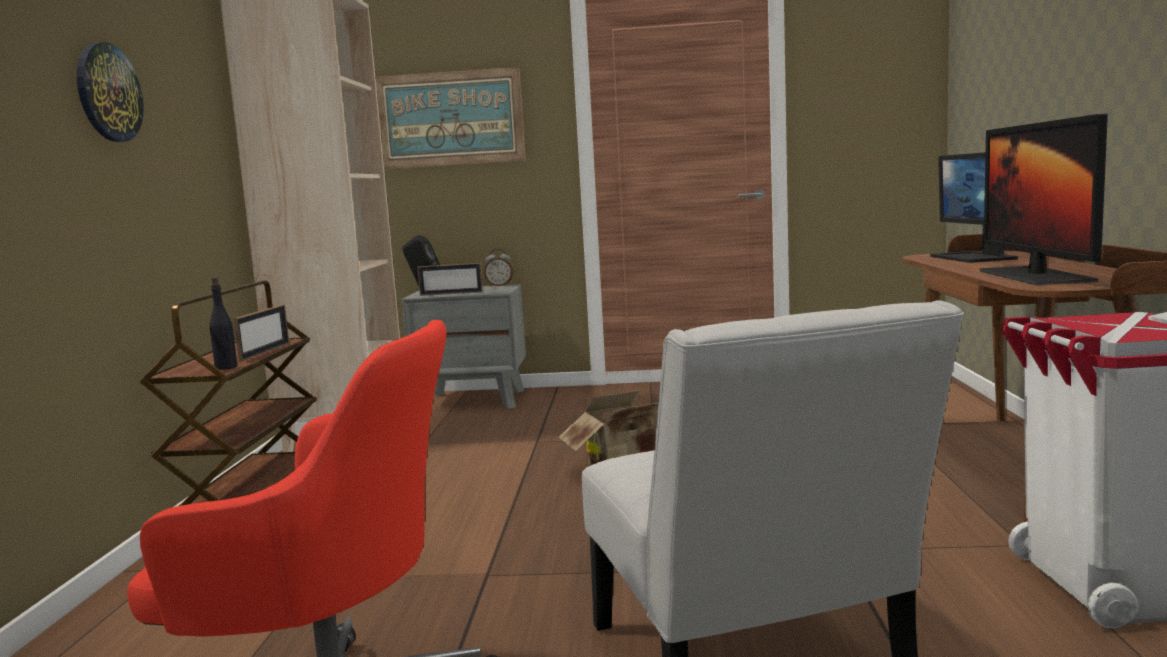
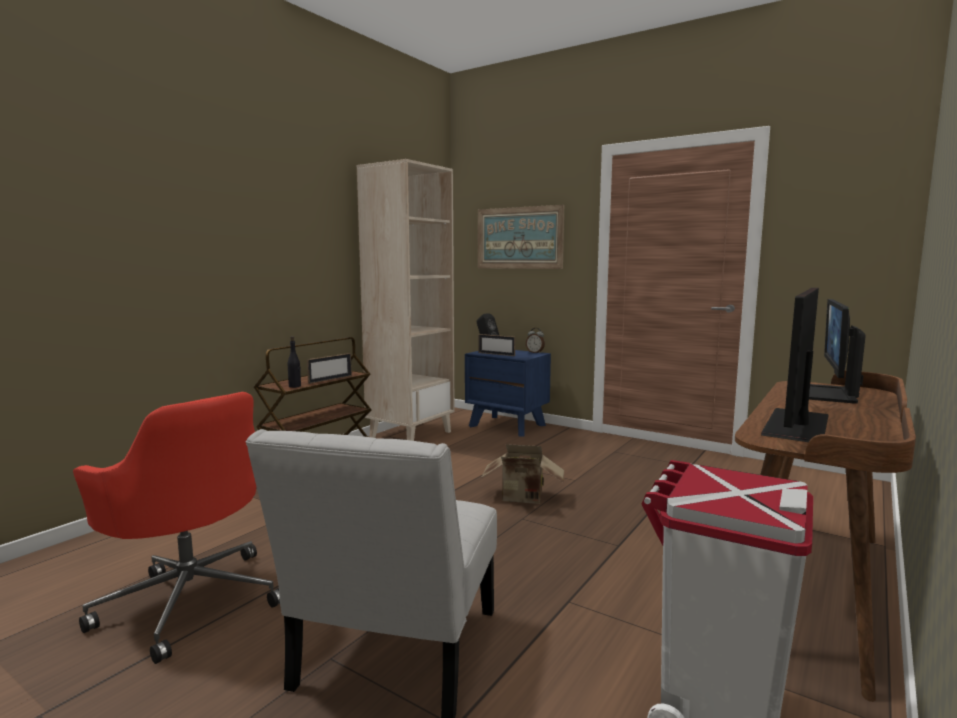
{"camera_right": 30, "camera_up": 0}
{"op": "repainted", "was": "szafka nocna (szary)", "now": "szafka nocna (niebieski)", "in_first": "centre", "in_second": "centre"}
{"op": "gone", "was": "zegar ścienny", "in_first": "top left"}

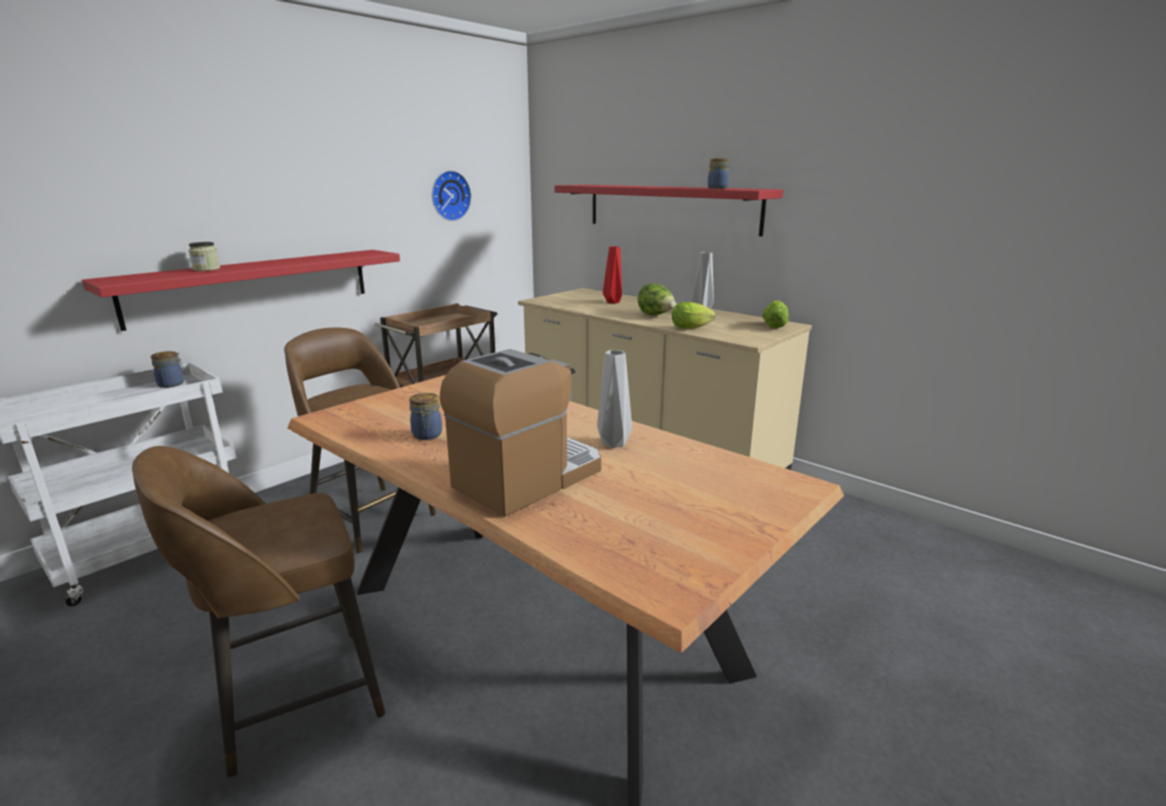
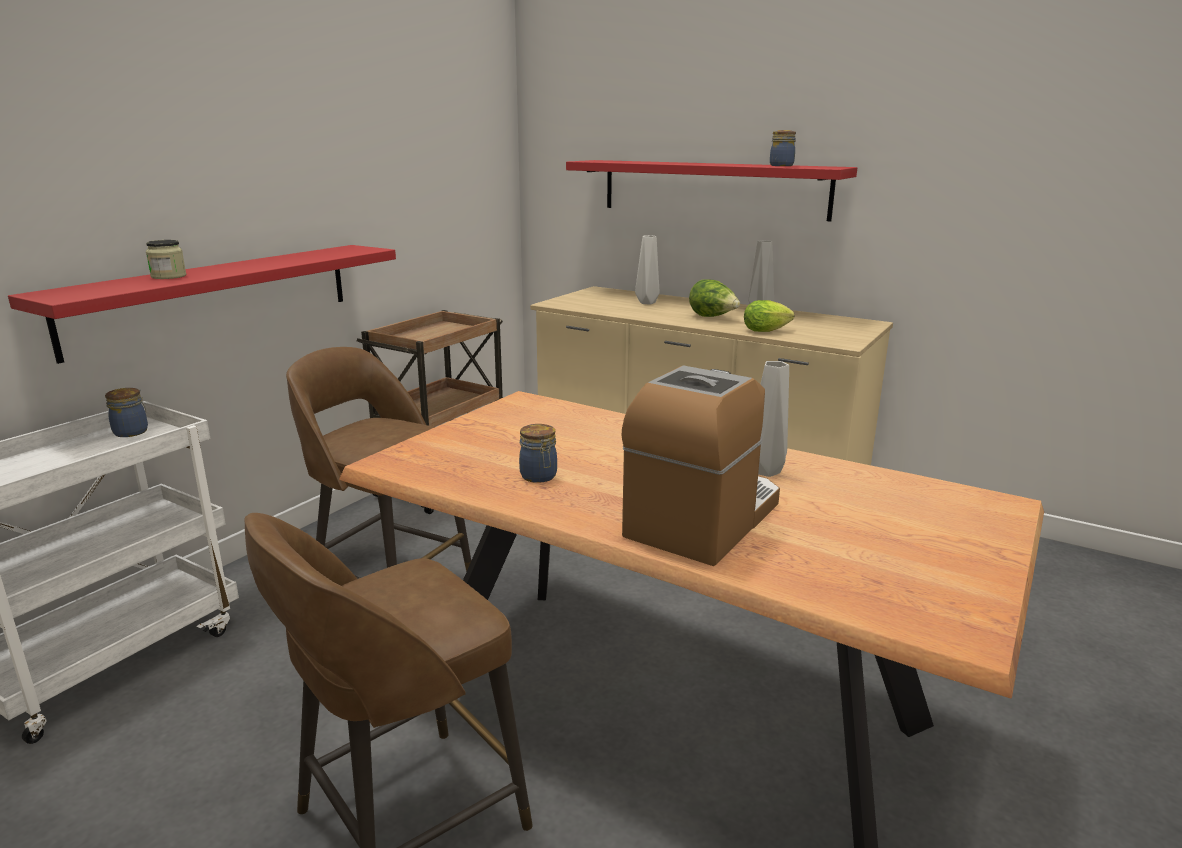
{"camera_right": -10, "camera_up": 0}
{"op": "repainted", "was": "wazon (czerwony)", "now": "wazon (szary) (no. 1 from left)", "in_first": "centre", "in_second": "top centre"}
{"op": "gone", "was": "zegar ścienny", "in_first": "top centre"}
{"op": "gone", "was": "sałata (no. 3 from left)", "in_first": "centre"}

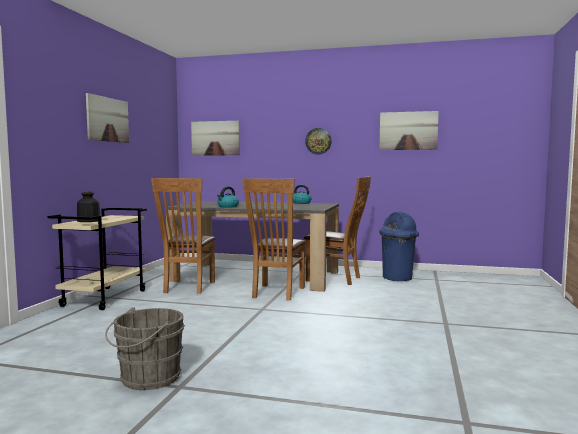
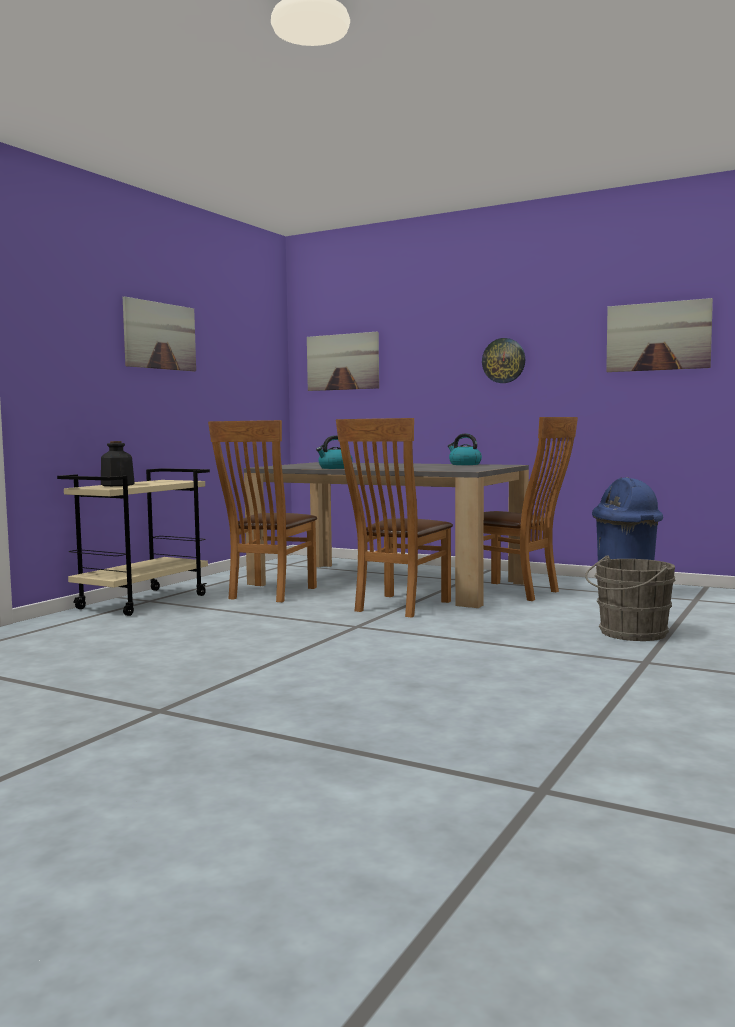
{"camera_right": 15, "camera_up": 0}
{"op": "shifted", "was": "wiadro (szary)", "in_first": "bottom left", "in_second": "middle right"}

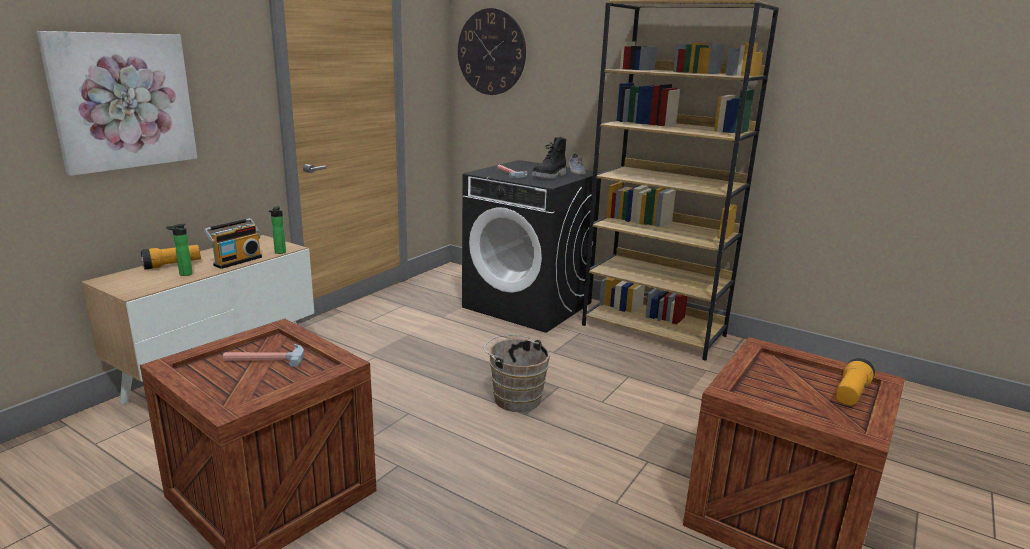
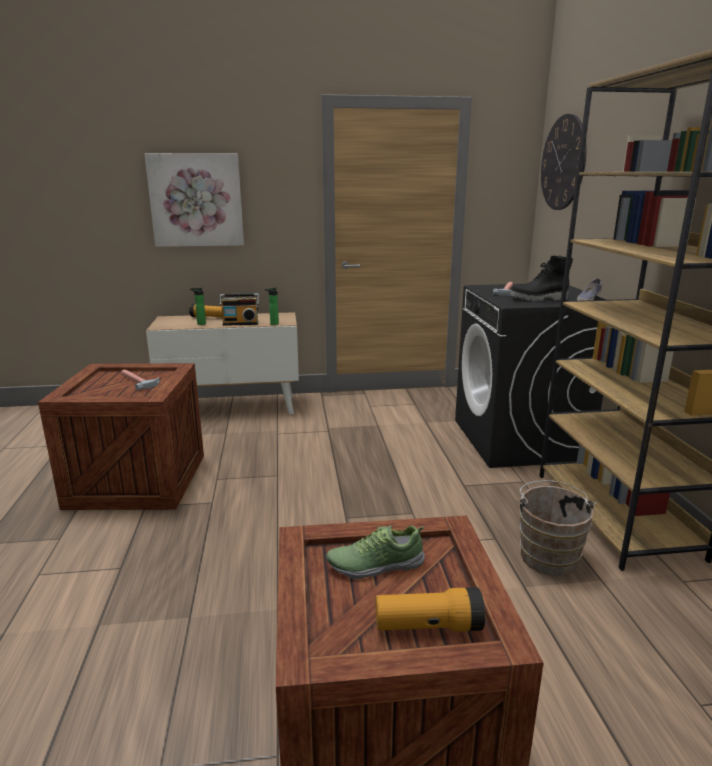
{"camera_right": 50, "camera_up": 0}
{"op": "new", "now": "but (no. 1 from left)", "in_second": "bottom centre"}
{"op": "shifted", "was": "wiadro (brązowy)", "in_first": "bottom centre", "in_second": "bottom right"}

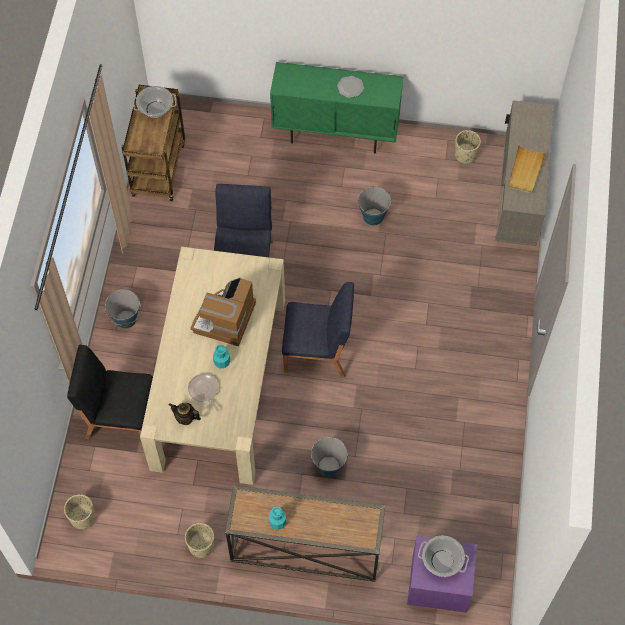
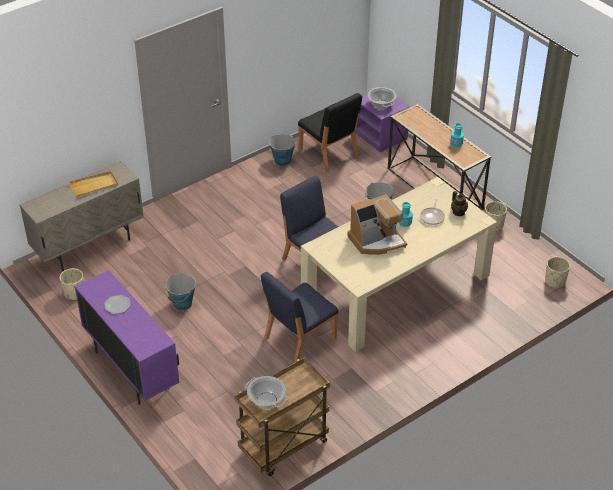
{"camera_right": -135, "camera_up": -20}
{"op": "repainted", "was": "szafka (zielony)", "now": "szafka (fioletowy)", "in_first": "top centre", "in_second": "bottom left"}
{"op": "shifted", "was": "wiadro (no. 1 from left in the first image)", "now": "wiadro (no. 2 from left)", "in_first": "middle left", "in_second": "top centre"}
{"op": "shifted", "was": "krzesło (czarny)", "in_first": "middle left", "in_second": "top centre"}

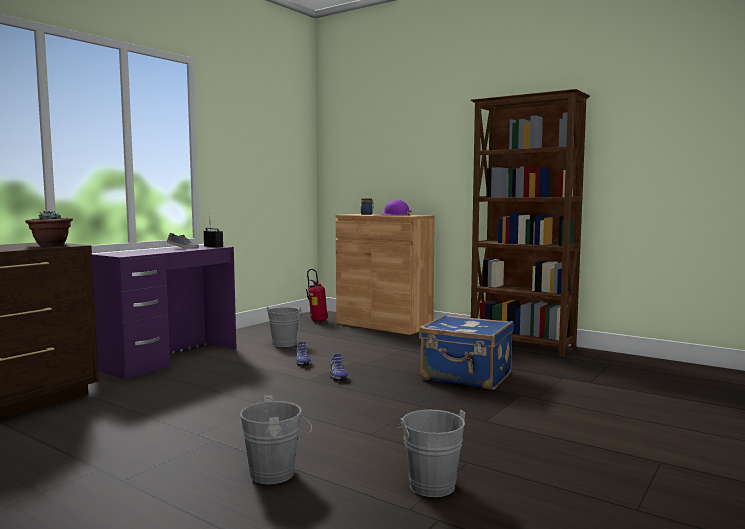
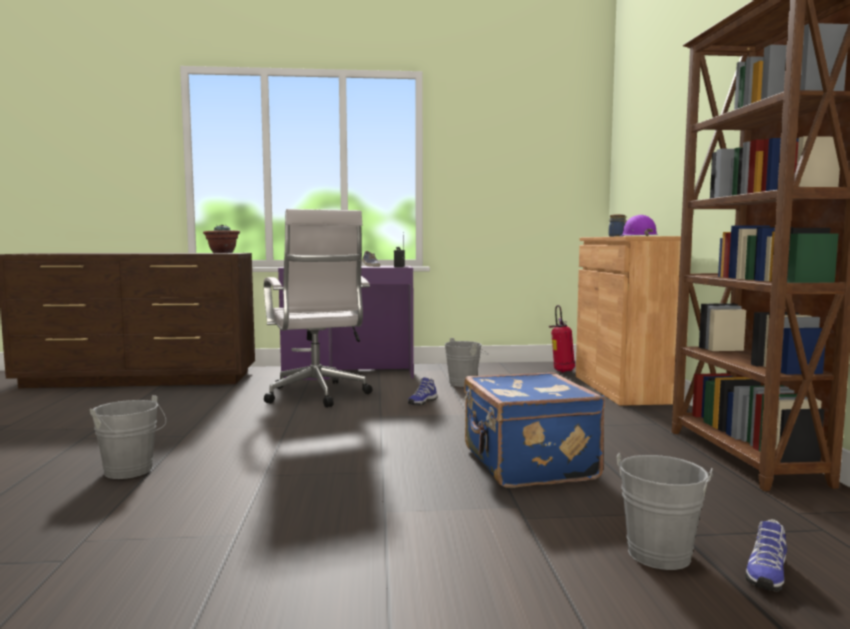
{"camera_right": 50, "camera_up": 0}
{"op": "new", "now": "krzesło biurowe (biały)", "in_second": "centre"}
{"op": "shifted", "was": "wiadro (szary) (no. 3 from left)", "in_first": "bottom centre", "in_second": "bottom right"}
{"op": "shifted", "was": "but (no. 3 from left)", "in_first": "bottom centre", "in_second": "bottom right"}

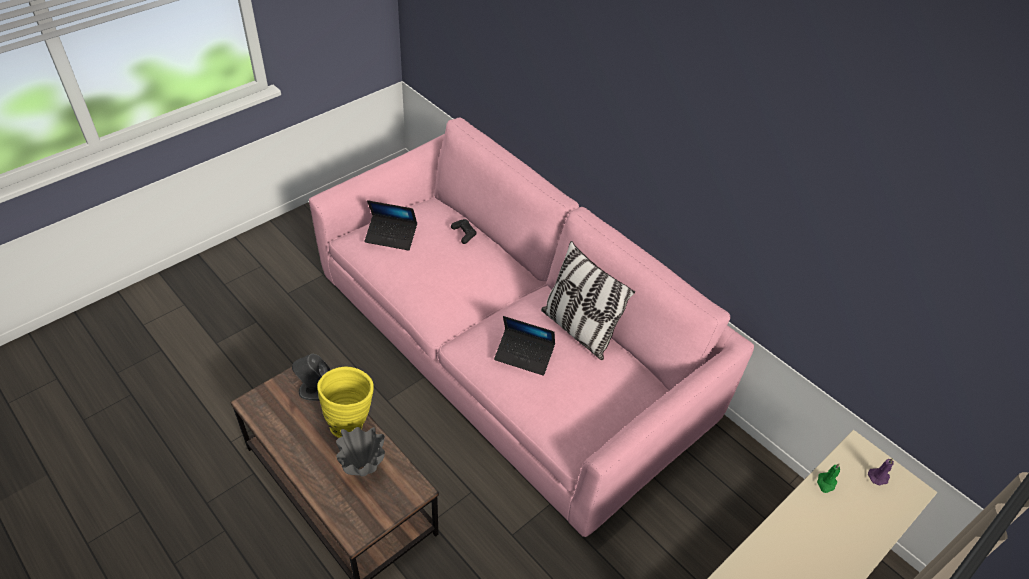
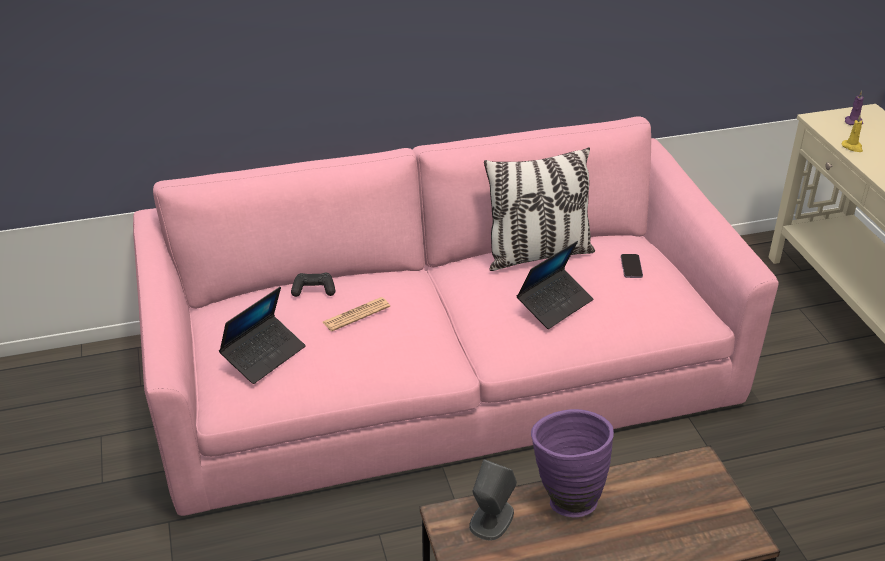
{"camera_right": -60, "camera_up": -10}
{"op": "new", "now": "gazeta", "in_second": "centre"}
{"op": "repainted", "was": "wazon (żółty)", "now": "wazon (fioletowy)", "in_first": "bottom centre", "in_second": "bottom centre"}
{"op": "new", "now": "telefon", "in_second": "middle right"}
{"op": "repainted", "was": "świeca (zielony)", "now": "świeca (żółty)", "in_first": "bottom right", "in_second": "top right"}
{"op": "gone", "was": "wazon (szary)", "in_first": "bottom centre"}

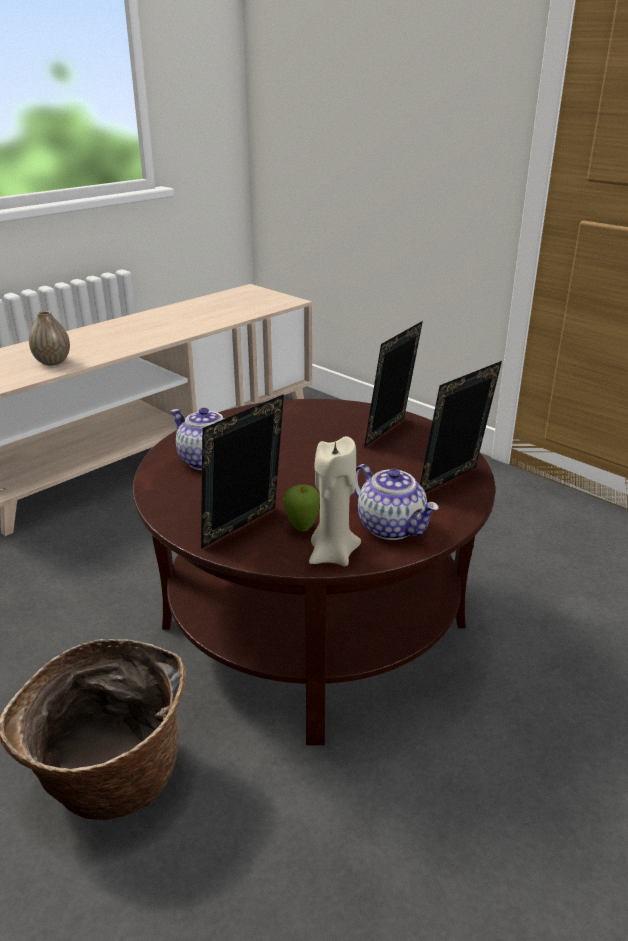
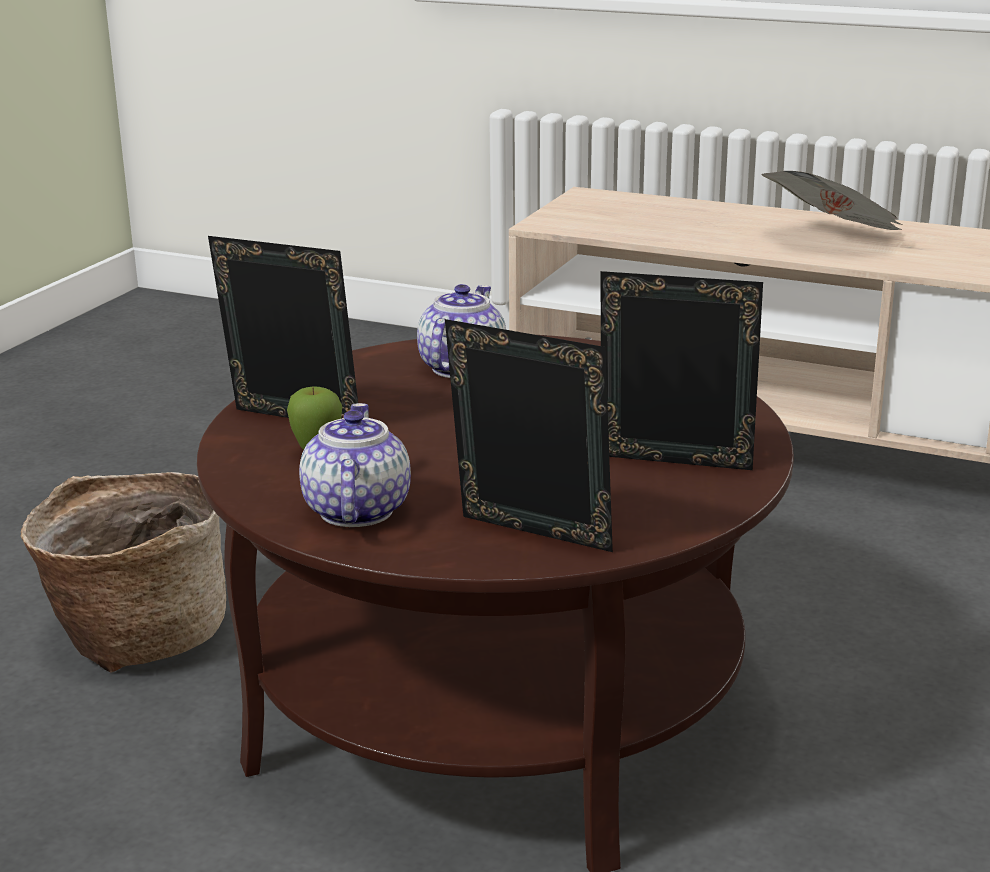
{"camera_right": 70, "camera_up": -5}
{"op": "rotated", "was": "imbryk (no. 2 from left in the first image)", "in_first": "centre", "in_second": "centre", "clockwise": 150}
{"op": "new", "now": "gazeta", "in_second": "top right"}
{"op": "gone", "was": "wazon", "in_first": "middle left"}
{"op": "gone", "was": "świeca (beżowy)", "in_first": "centre"}

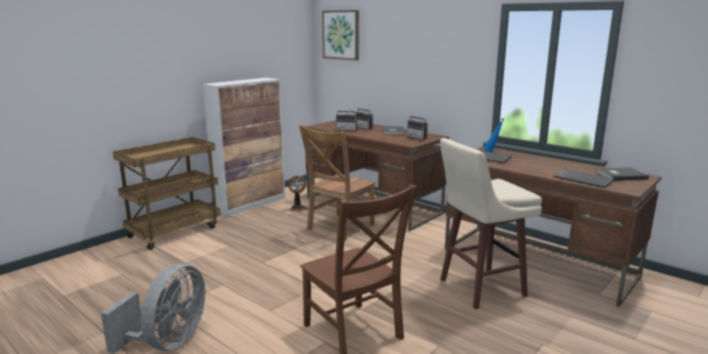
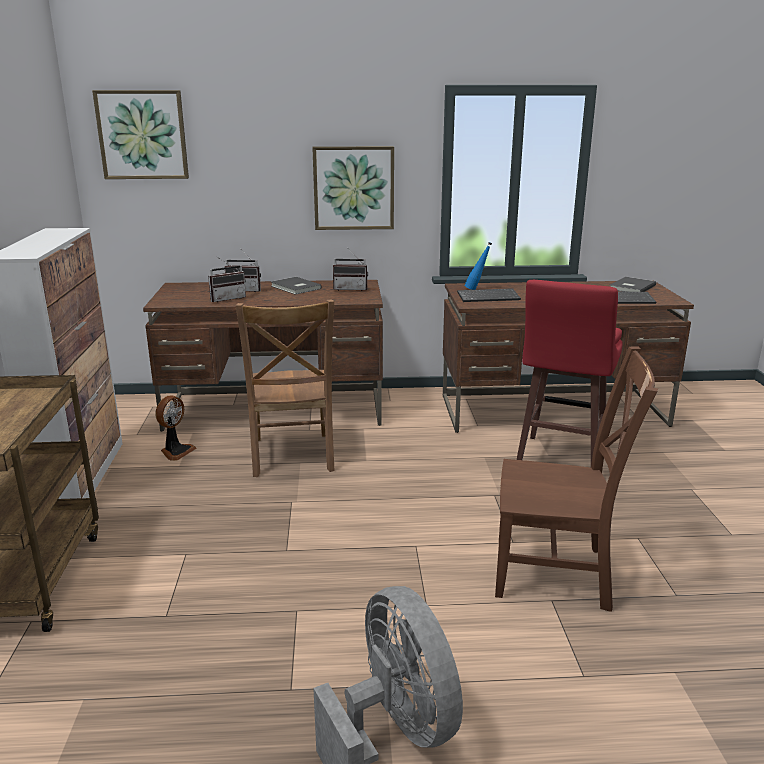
{"camera_right": -45, "camera_up": 5}
{"op": "new", "now": "obraz (no. 2 from left)", "in_second": "top centre"}
{"op": "repainted", "was": "stołek (beżowy)", "now": "stołek (czerwony)", "in_first": "middle right", "in_second": "middle right"}

